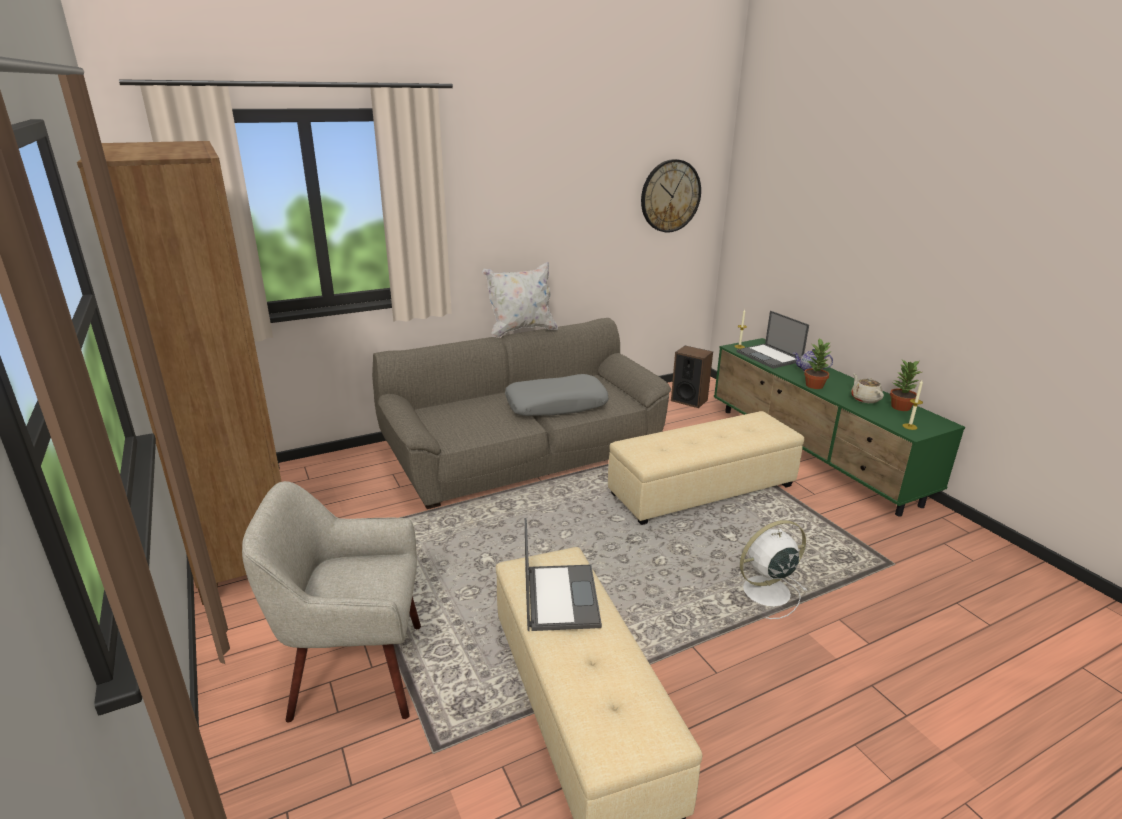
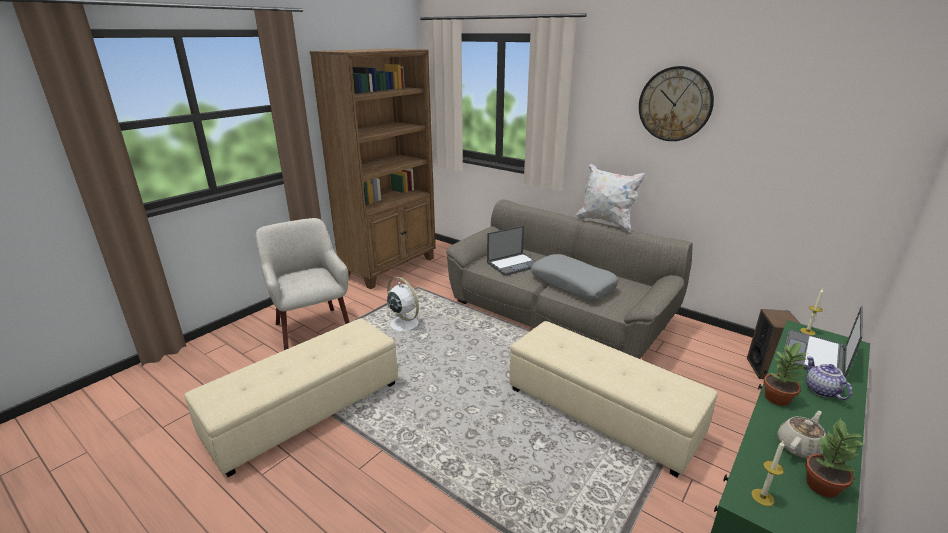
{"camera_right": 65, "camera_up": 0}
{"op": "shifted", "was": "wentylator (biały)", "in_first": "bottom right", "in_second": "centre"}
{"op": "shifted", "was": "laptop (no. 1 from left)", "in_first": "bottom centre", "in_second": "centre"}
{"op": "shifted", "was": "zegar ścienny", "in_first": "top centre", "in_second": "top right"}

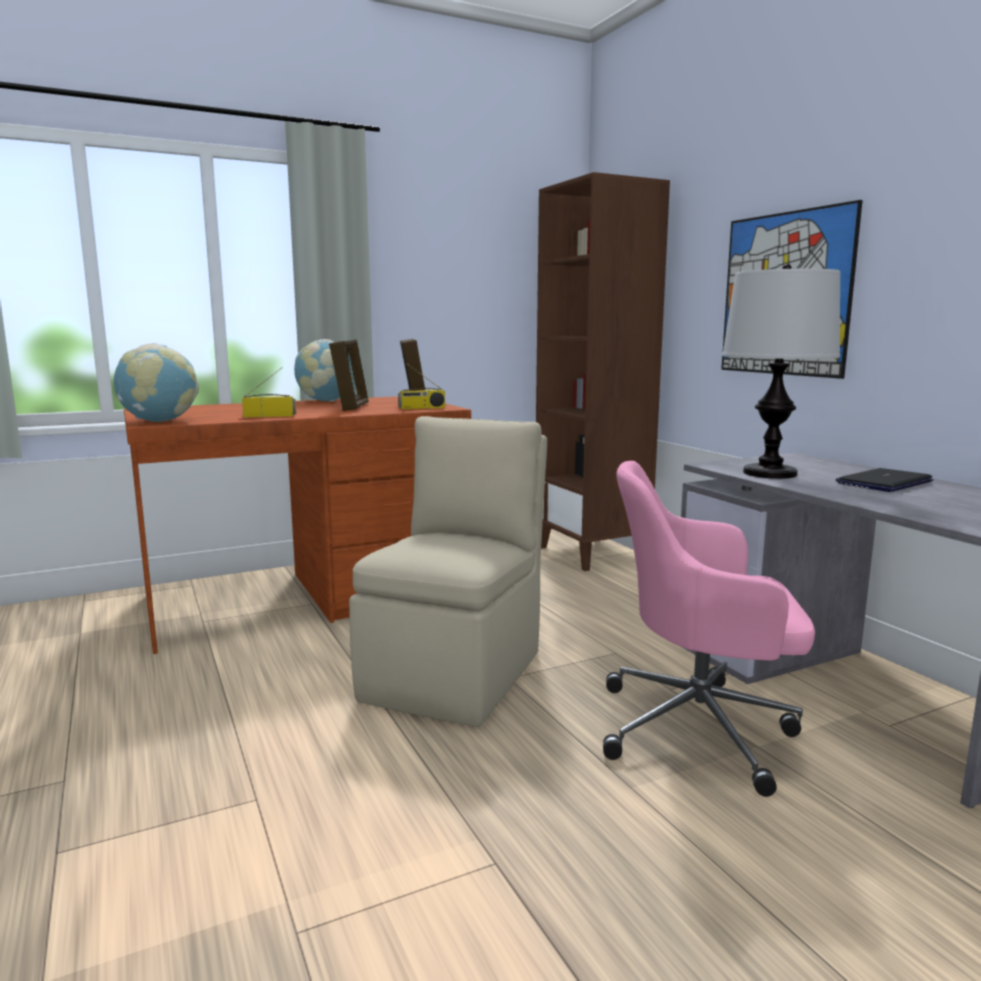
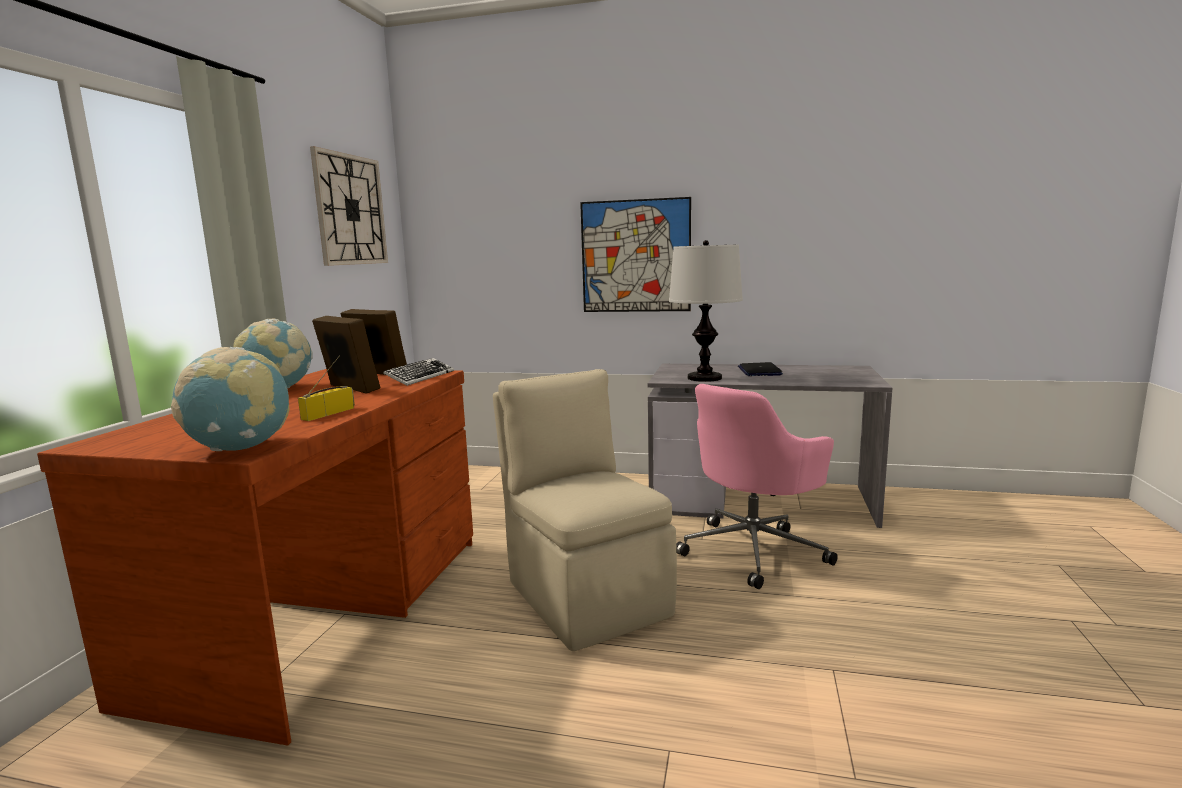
{"camera_right": -50, "camera_up": 0}
{"op": "new", "now": "zegar ścienny", "in_second": "top left"}
{"op": "swapped", "was": "radio (no. 2 from left)", "now": "klawiatura", "in_first": "centre", "in_second": "centre"}
{"op": "gone", "was": "regał (brązowy)", "in_first": "centre"}

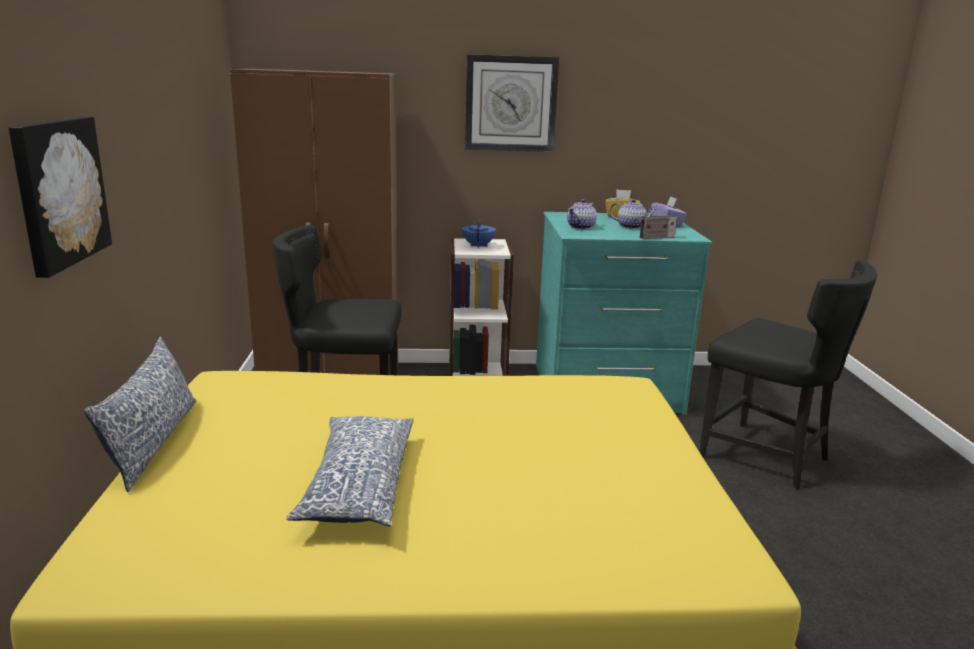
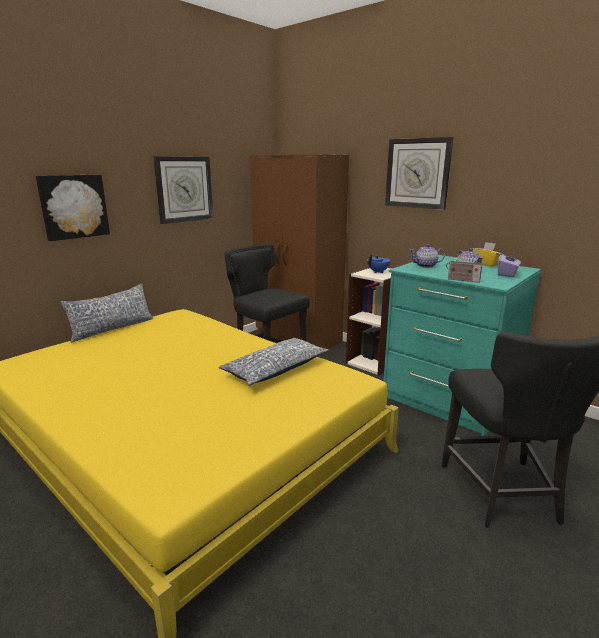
{"camera_right": 45, "camera_up": 0}
{"op": "new", "now": "zegar ścienny (no. 1 from left)", "in_second": "top left"}
{"op": "shifted", "was": "poduszka (no. 2 from left)", "in_first": "bottom centre", "in_second": "centre"}

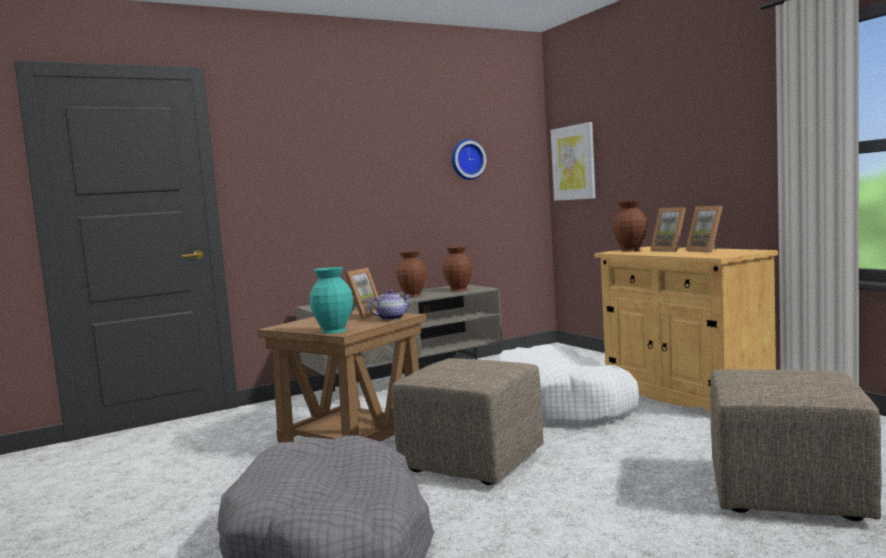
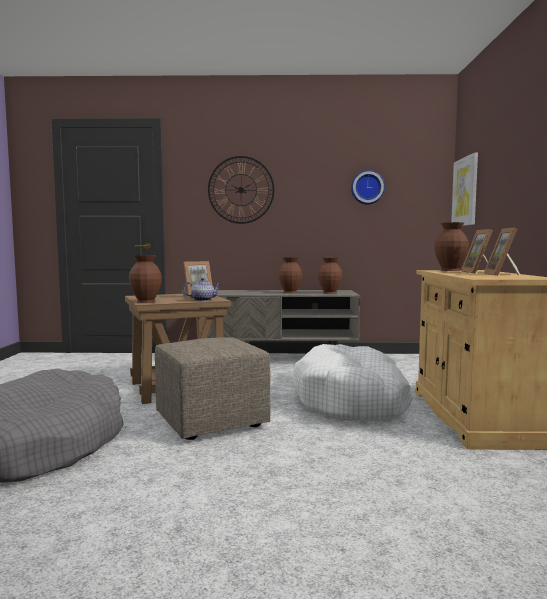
{"camera_right": 30, "camera_up": 0}
{"op": "repainted", "was": "wazon (turkusowy)", "now": "wazon (brązowy) (no. 1 from left)", "in_first": "centre", "in_second": "middle left"}
{"op": "new", "now": "zegar ścienny (no. 1 from left)", "in_second": "top centre"}
{"op": "gone", "was": "pufa (beżowy) (no. 2 from left)", "in_first": "bottom right"}

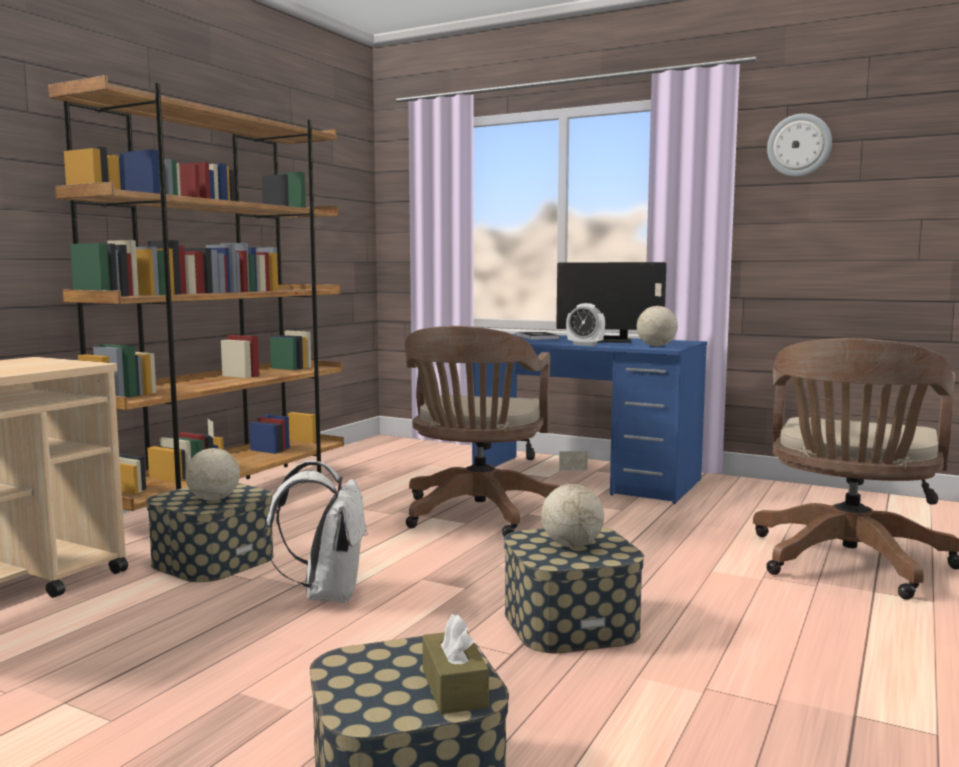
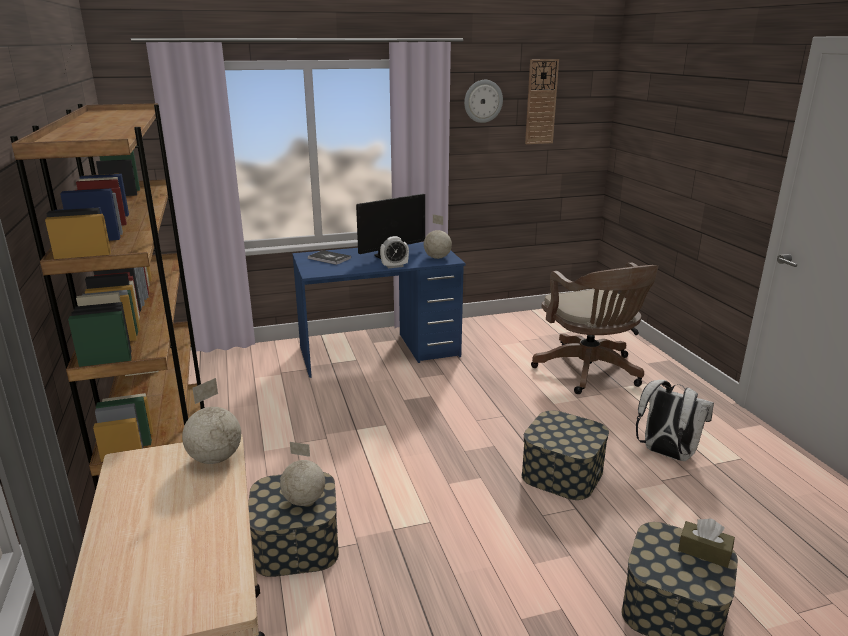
{"camera_right": -45, "camera_up": 15}
{"op": "shifted", "was": "globus (no. 2 from left in the first image)", "now": "globus (no. 1 from left)", "in_first": "centre", "in_second": "middle left"}
{"op": "new", "now": "zegar ścienny (no. 2 from left)", "in_second": "top centre"}
{"op": "shifted", "was": "plecak (biały)", "in_first": "bottom left", "in_second": "middle right"}
{"op": "gone", "was": "krzesło biurowe (brązowy) (no. 1 from left)", "in_first": "centre"}

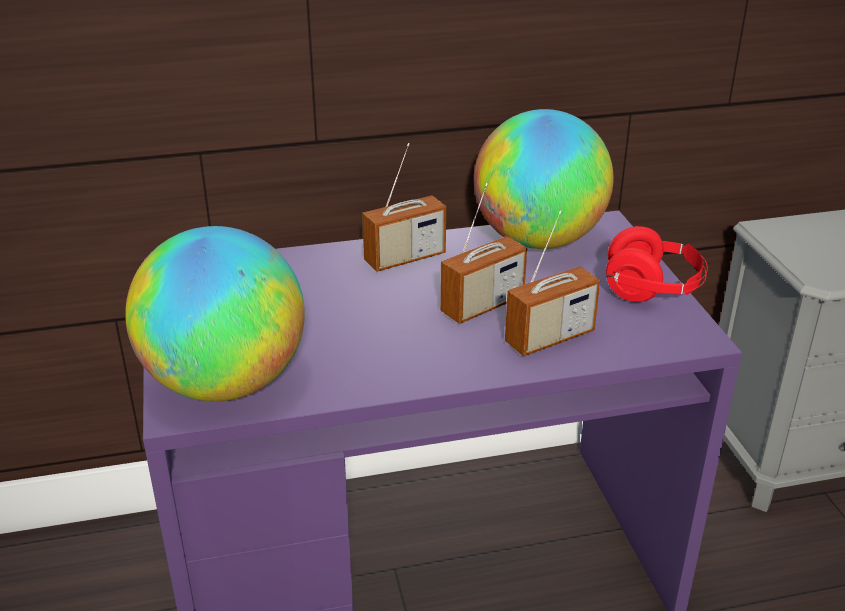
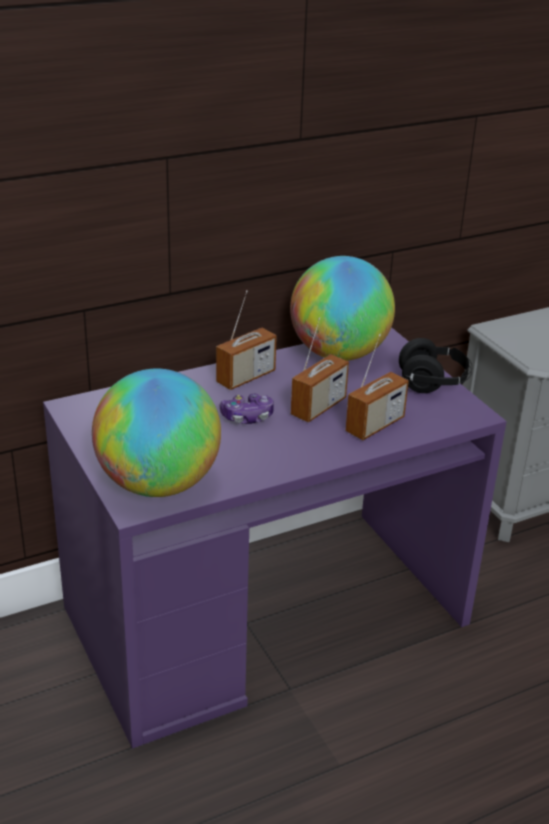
{"camera_right": -15, "camera_up": 0}
{"op": "new", "now": "pad do gier", "in_second": "centre"}
{"op": "repainted", "was": "słuchawki (czerwony)", "now": "słuchawki (czarny)", "in_first": "middle right", "in_second": "middle right"}

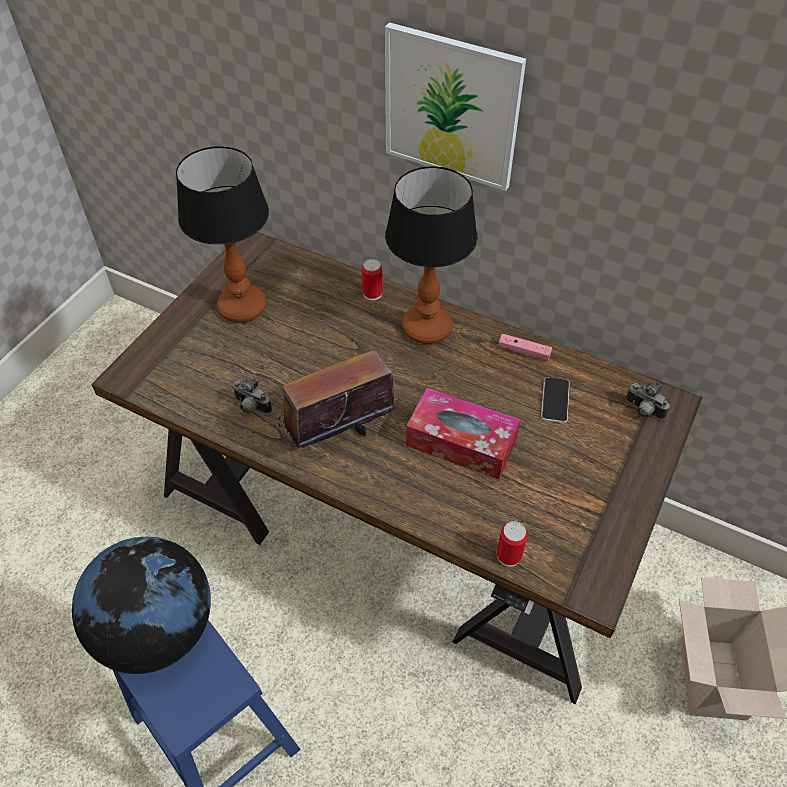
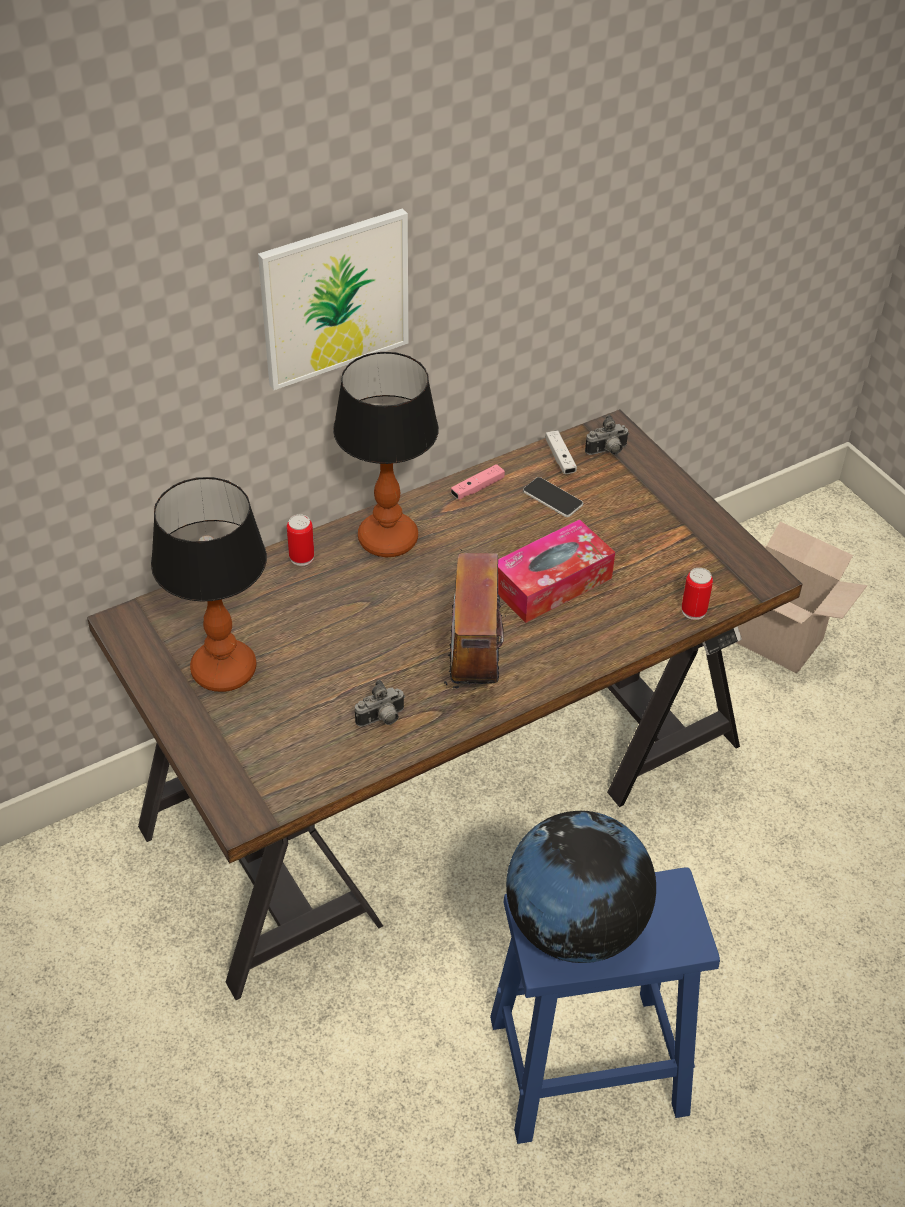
{"camera_right": -60, "camera_up": -5}
{"op": "new", "now": "pad do gier (biały)", "in_second": "centre"}

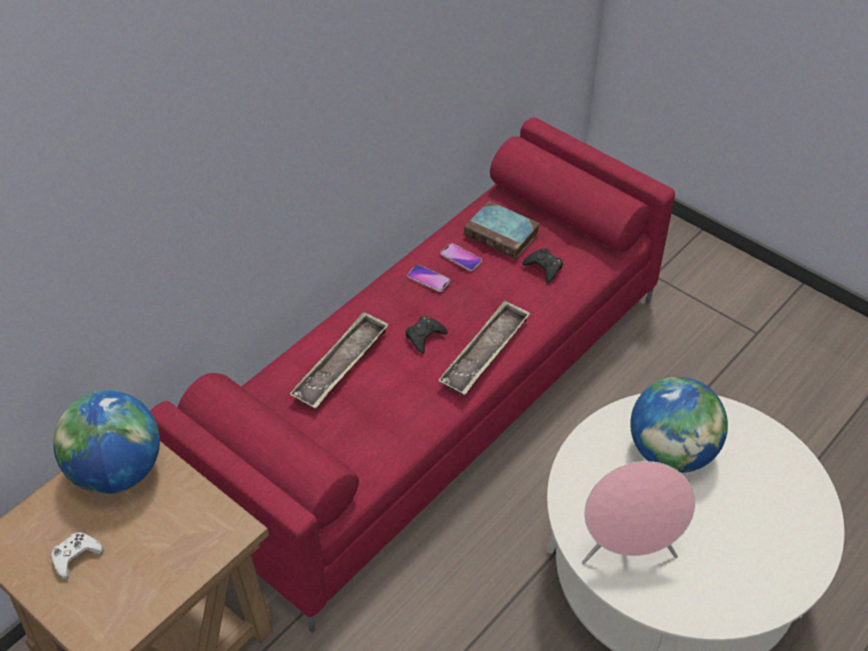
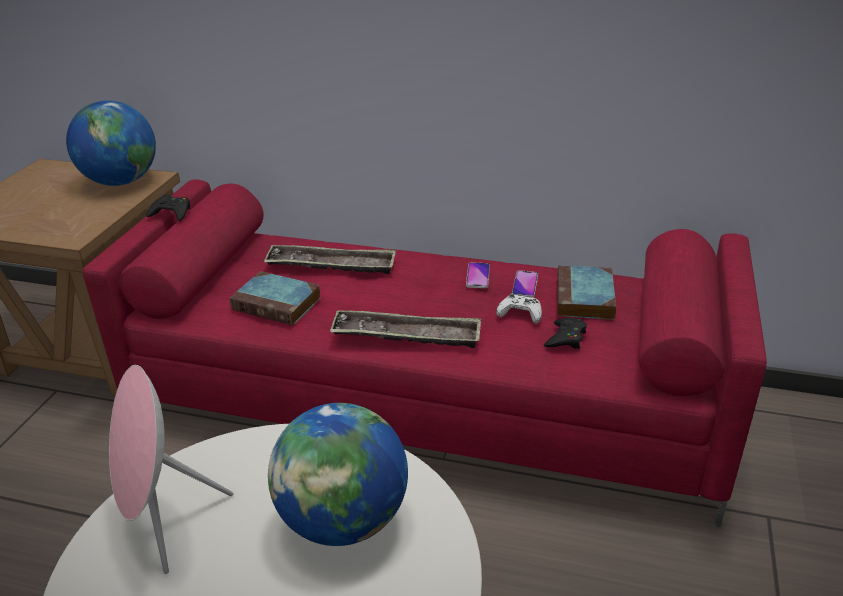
{"camera_right": 65, "camera_up": -15}
{"op": "shifted", "was": "pad do gier (czarny) (no. 1 from left)", "in_first": "centre", "in_second": "middle left"}
{"op": "new", "now": "książka (no. 1 from left)", "in_second": "middle left"}
{"op": "shifted", "was": "pad do gier (biały)", "in_first": "bottom left", "in_second": "centre"}

